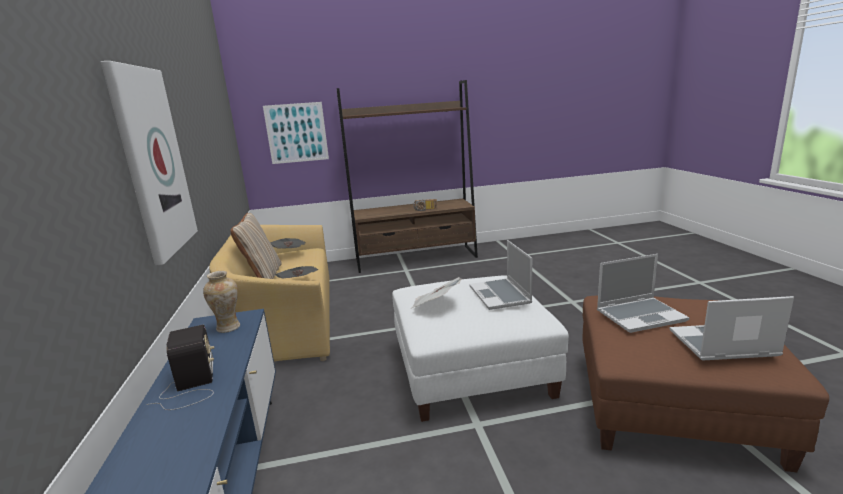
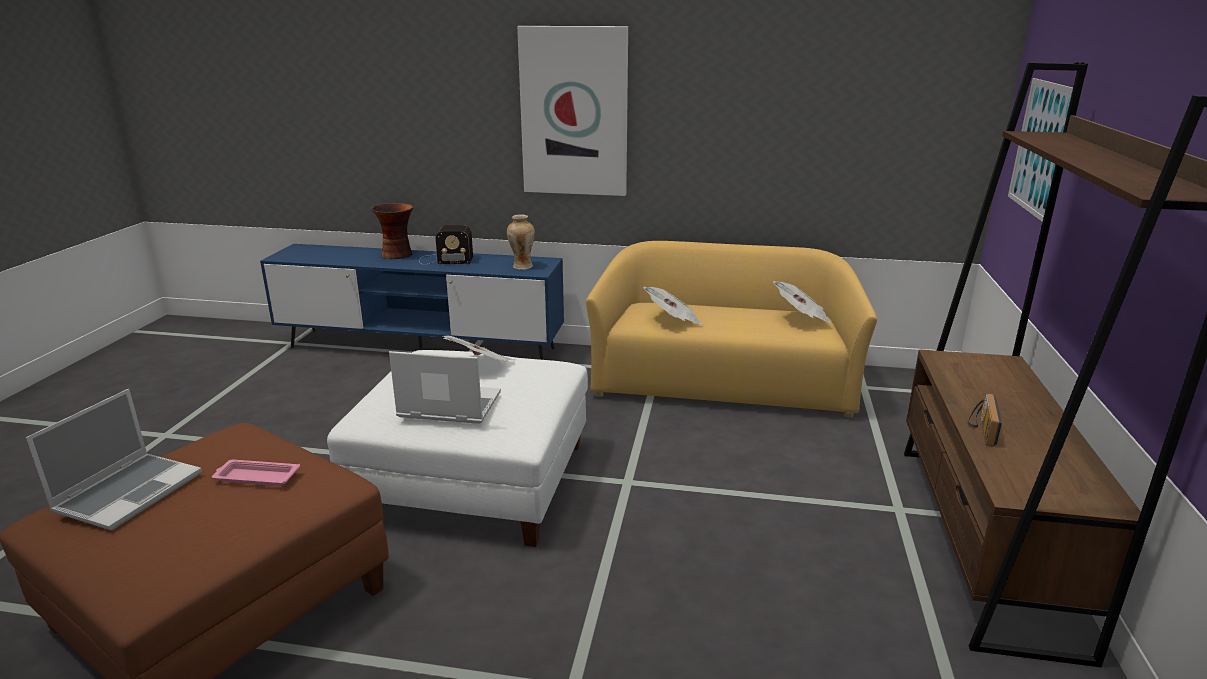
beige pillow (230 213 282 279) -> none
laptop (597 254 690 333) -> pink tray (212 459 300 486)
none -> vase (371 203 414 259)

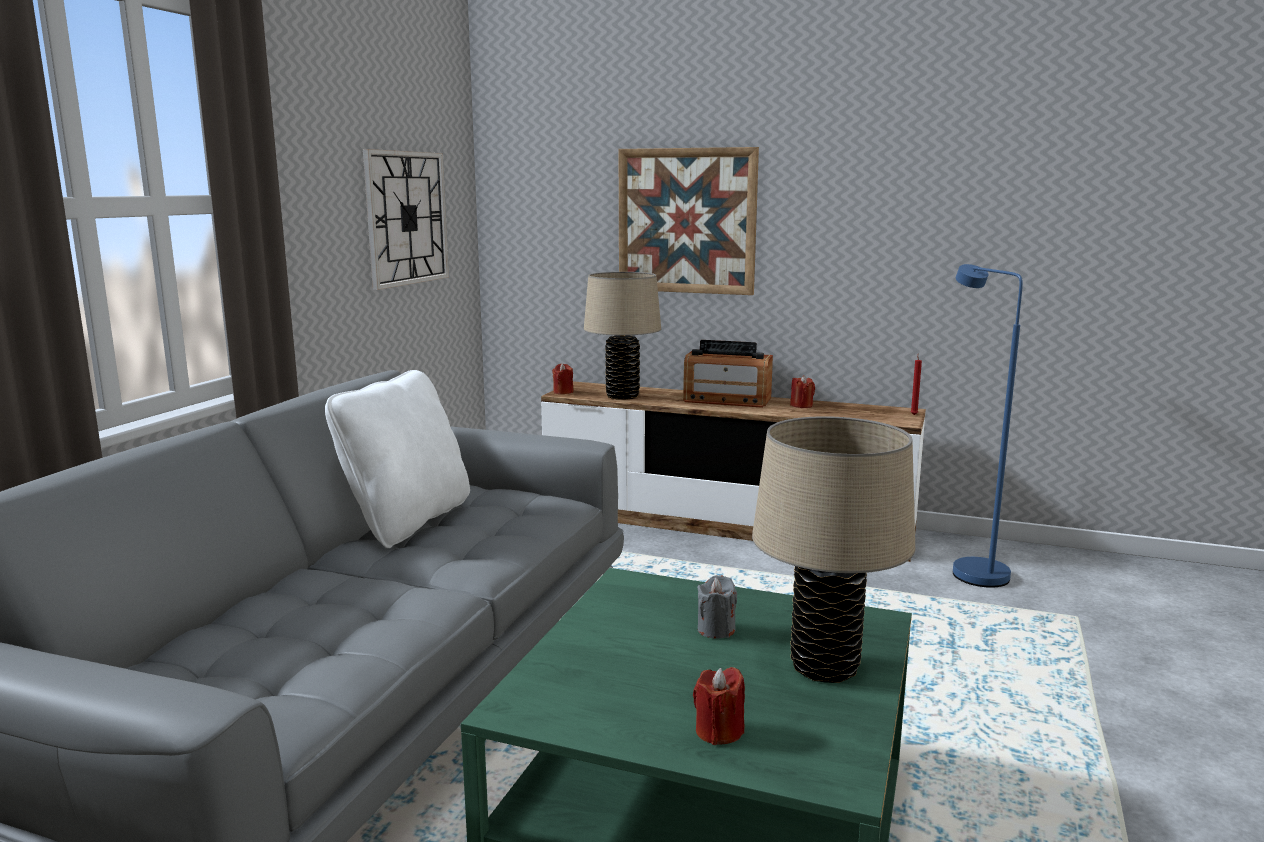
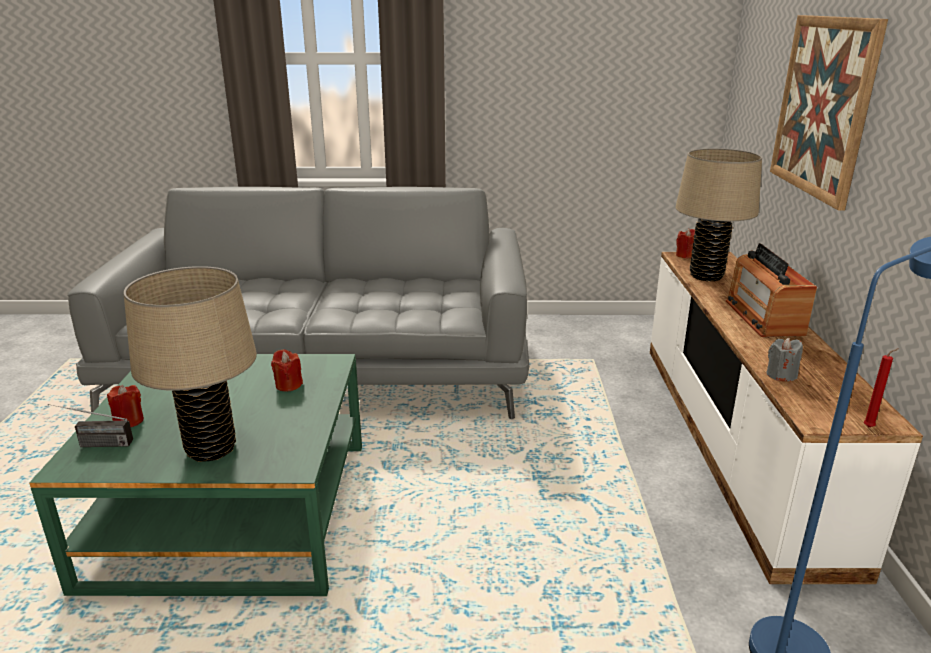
white pillow (325 370 470 548) -> none
wall clock (363 149 449 290) -> none
grey candle (697 575 737 638) -> grey candle (766 338 803 381), move
red candle (790 375 815 408) -> red candle (271 349 303 391), move
none -> radio (48 404 133 447)

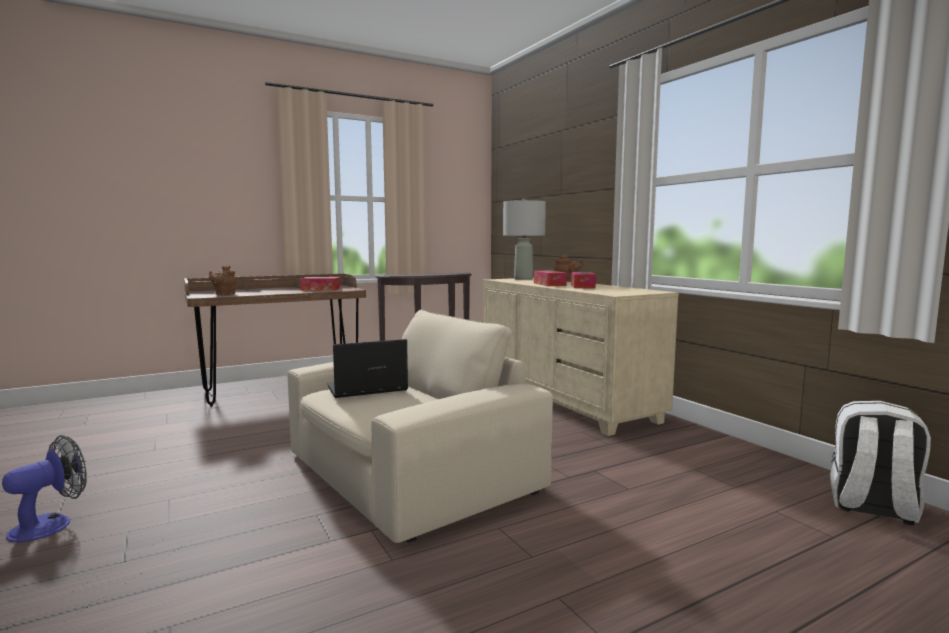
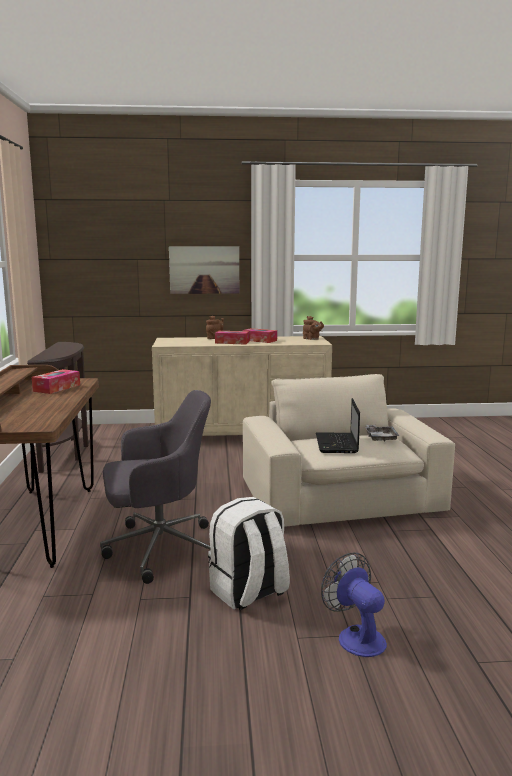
brown teapot (209 266 236 296) -> brown teapot (303 316 324 340), move
grey table lamp (503 198 546 280) -> none
white backpack (830 401 931 525) -> white backpack (208 497 290 610), move
none -> grey office chair (100 390 211 584)
none -> picture (169 246 239 294)
none -> grey tray (365 425 399 442)

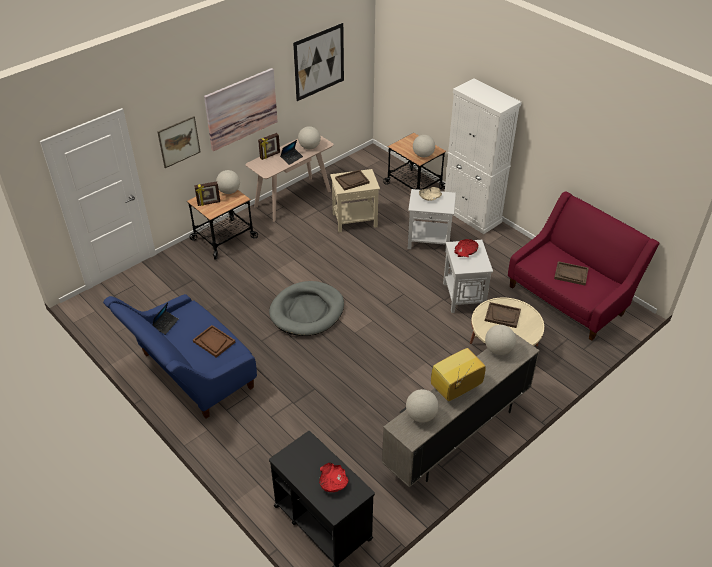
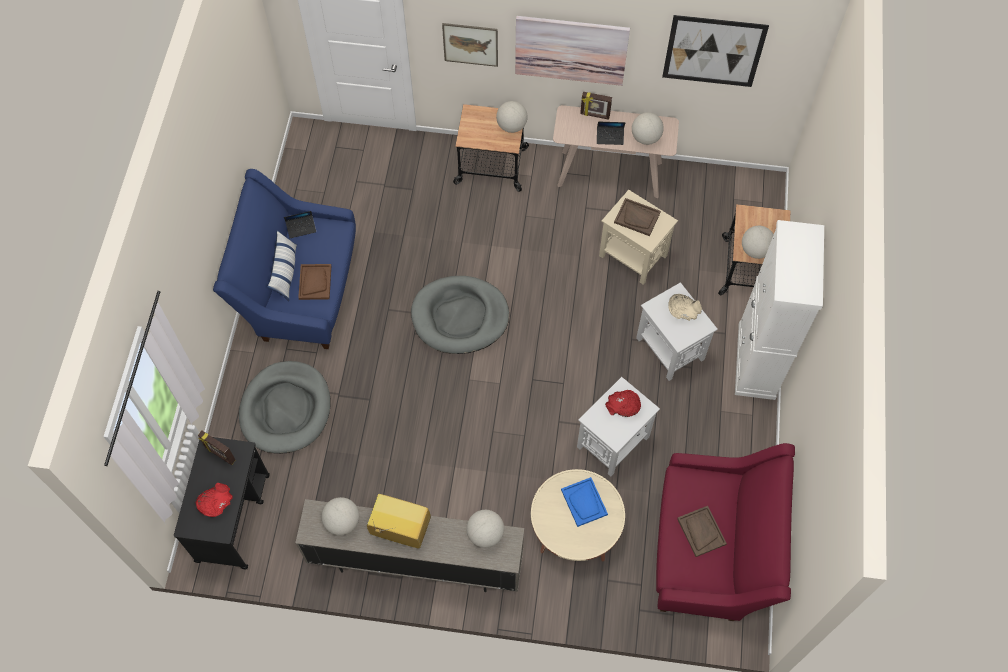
picture frame (194 181 220 206) -> picture frame (198 431 235 465), move
brown tray (485 302 521 328) -> blue tray (561 477 608 527)
none -> grey dog bed (239 361 331 454)
none -> pillow (267 230 297 301)

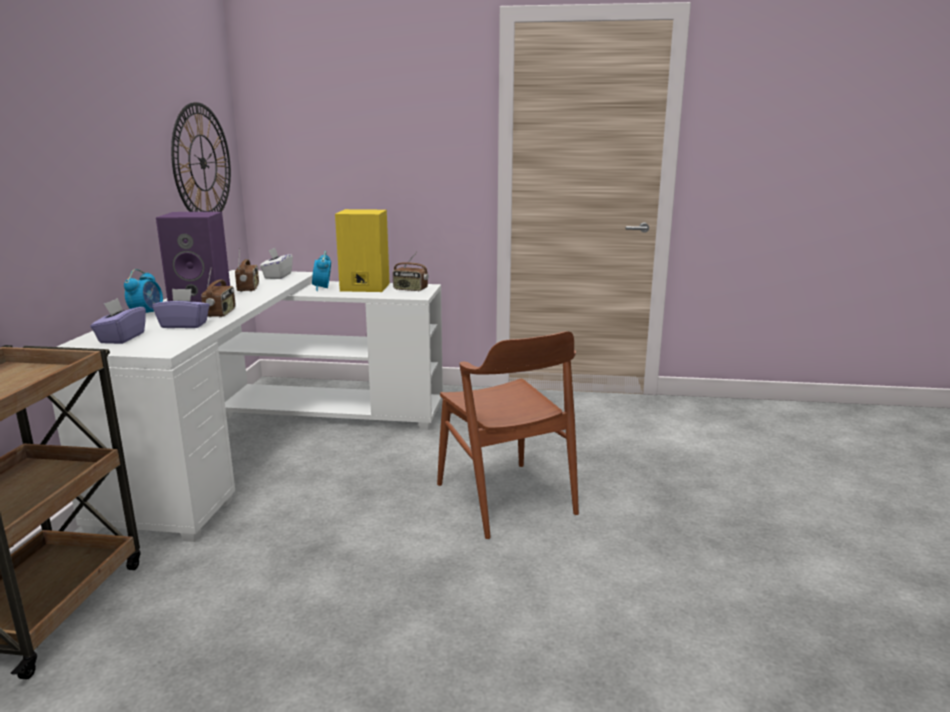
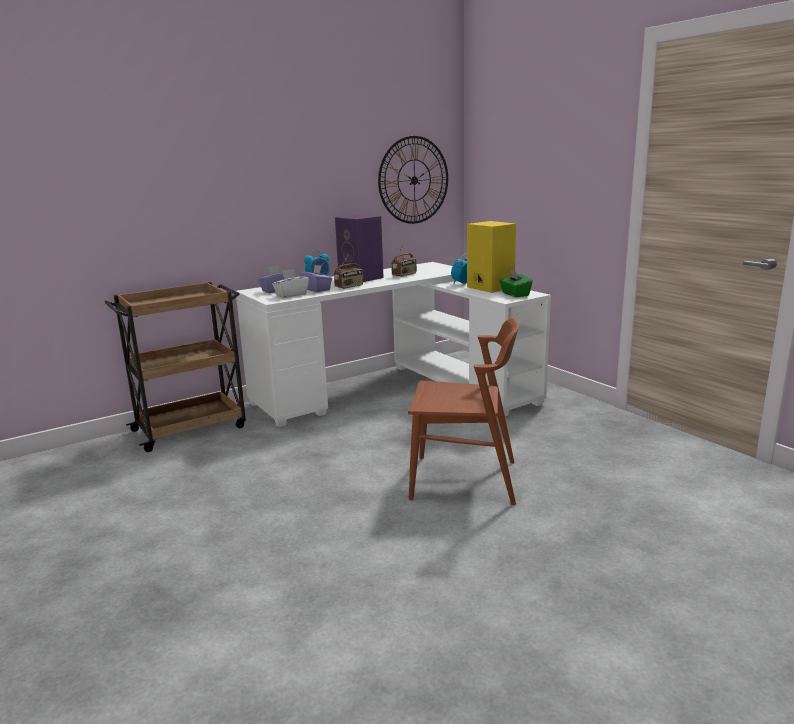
white tissue box (260 248 293 279) -> white tissue box (272 269 309 298), move
radio (393 252 429 292) -> green tissue box (500 270 532 297)
brown chair (437 331 579 539) -> brown chair (408 318 519 505), 105 degrees counterclockwise

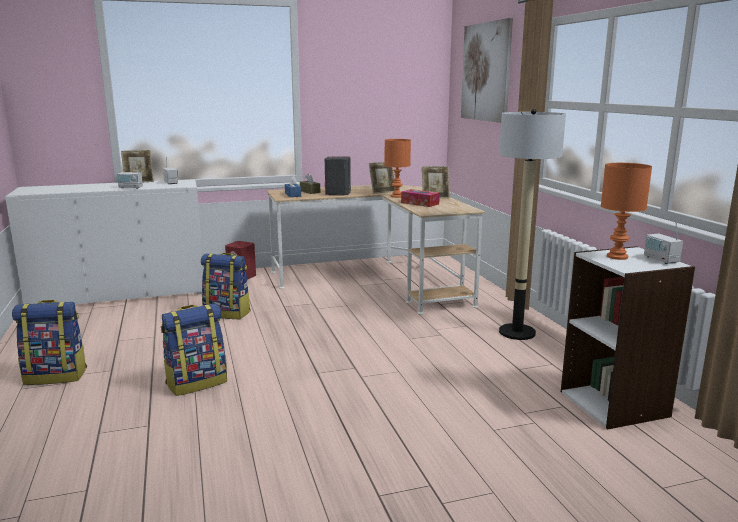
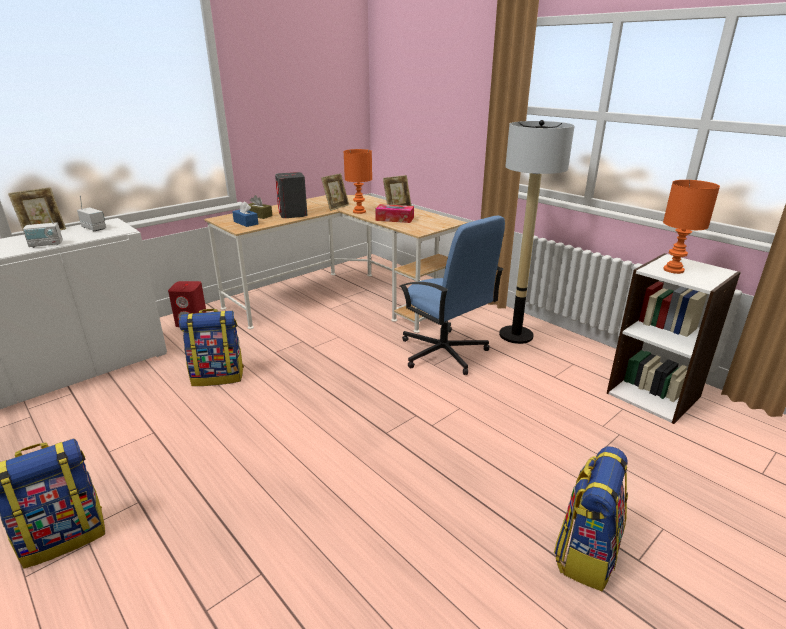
backpack (161 303 227 396) -> backpack (554 446 628 591), move
picture (461 18 513 123) -> none
radio (644 222 683 264) -> none
none -> blue office chair (399 215 505 375)

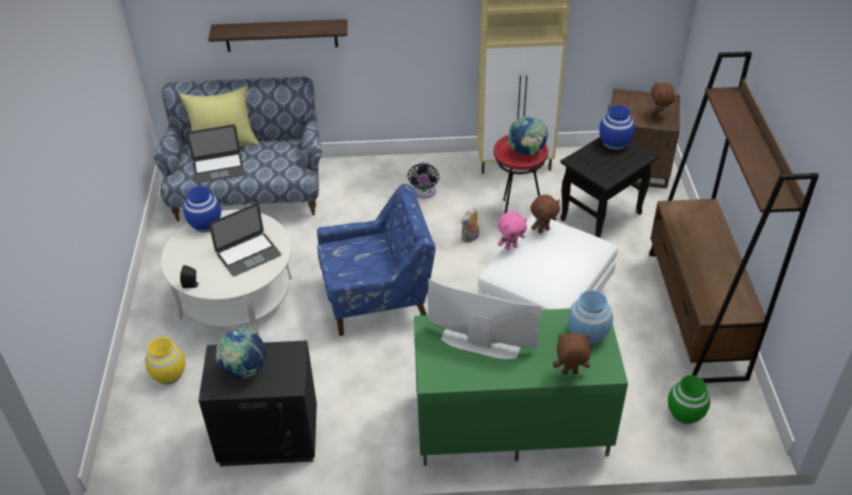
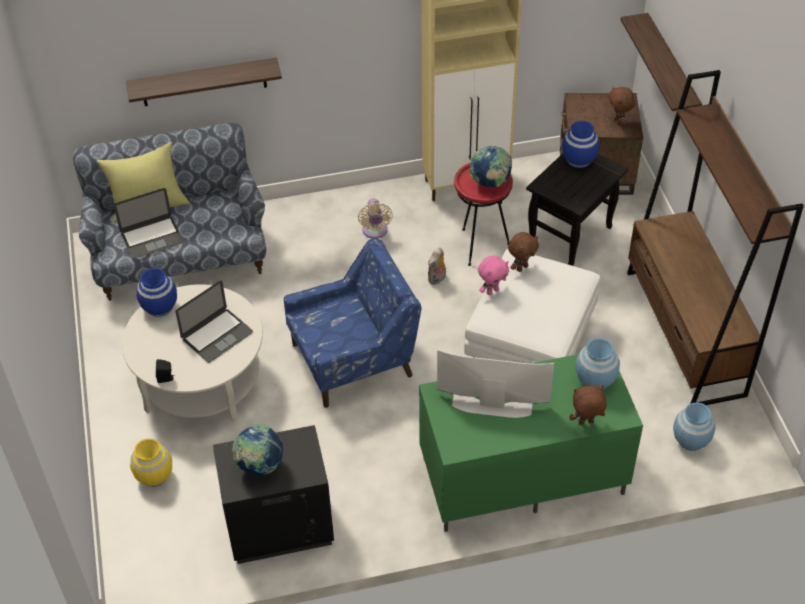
black fan (407 161 439 198) -> beige fan (358 198 393 238)
green vase (668 375 710 424) -> blue vase (673 403 715 451)
none -> shelf (620 13 702 111)

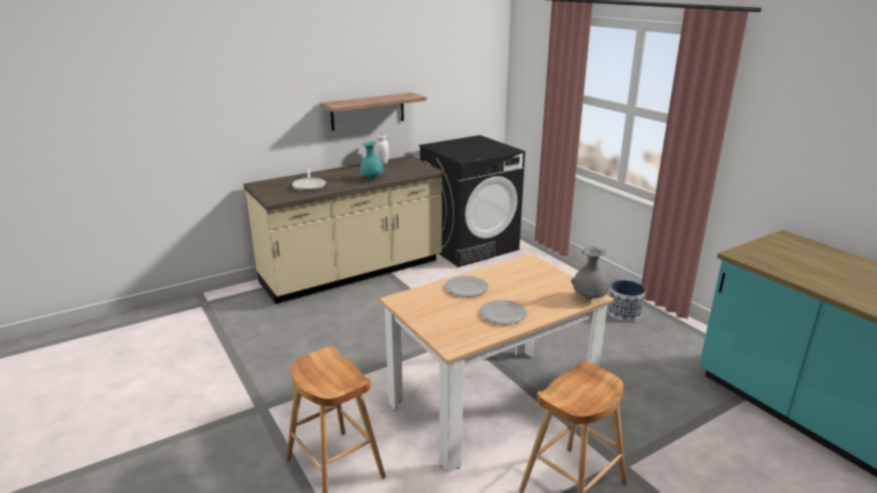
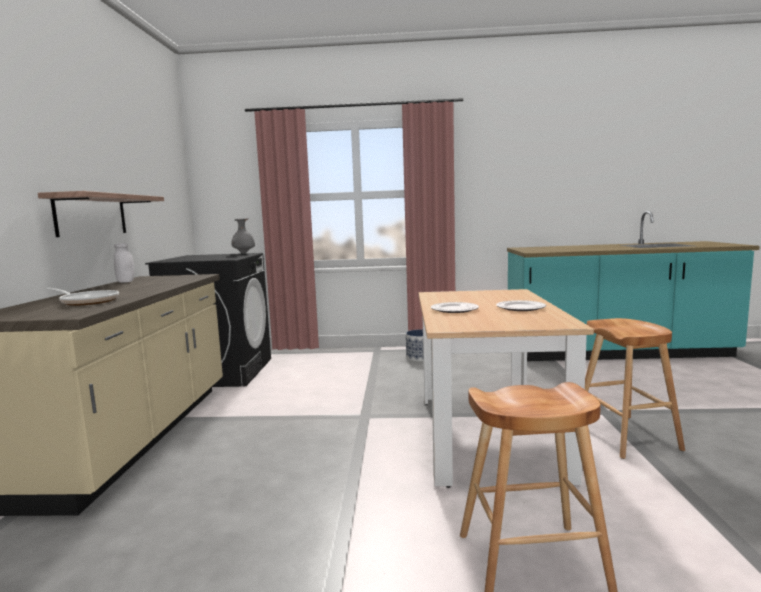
turquoise vase (360 141 384 180) -> none
grey vase (571 246 611 300) -> grey vase (231 218 255 254), move

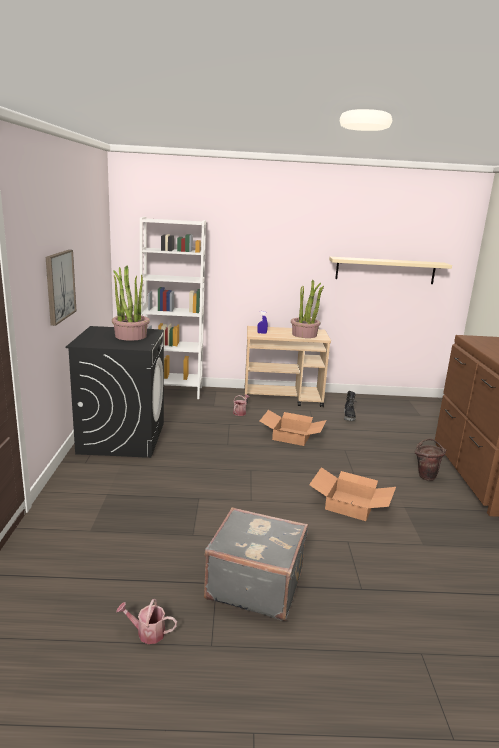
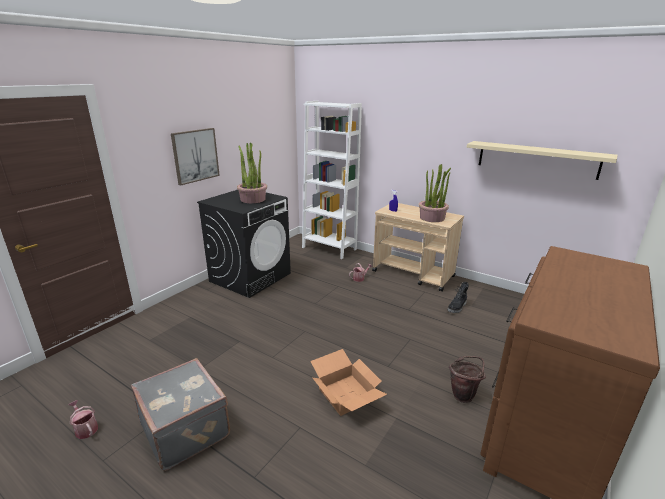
cardboard box (260 410 327 446) -> none

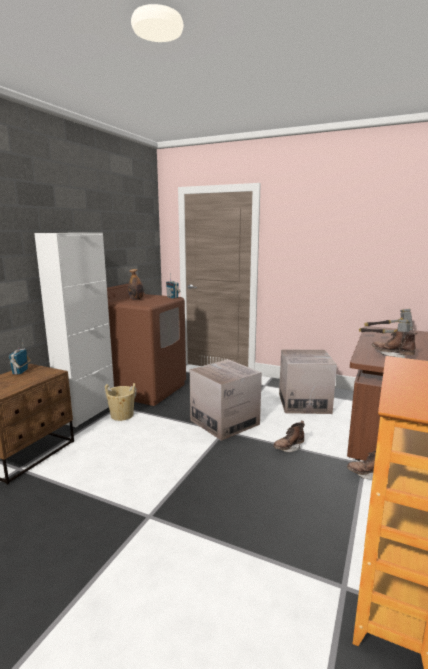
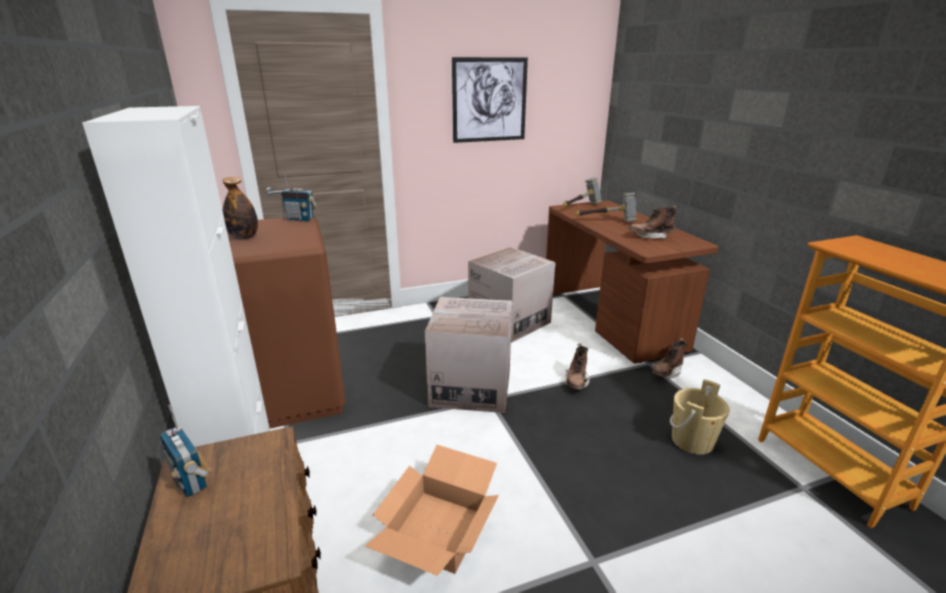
beige bucket (105 383 137 421) -> beige bucket (670 379 730 455), move
none -> cardboard box (365 445 499 576)
none -> picture (452 57 528 143)

